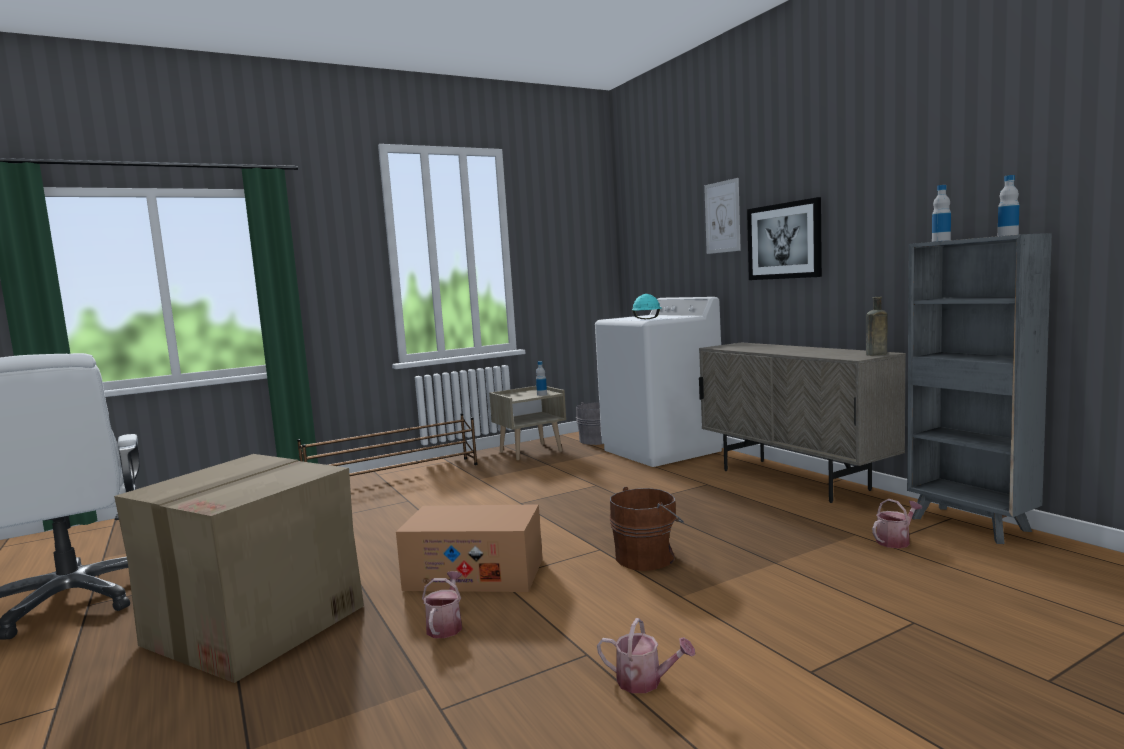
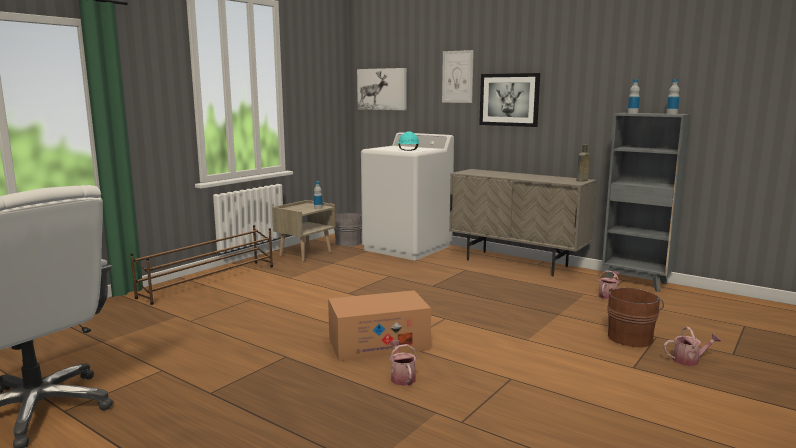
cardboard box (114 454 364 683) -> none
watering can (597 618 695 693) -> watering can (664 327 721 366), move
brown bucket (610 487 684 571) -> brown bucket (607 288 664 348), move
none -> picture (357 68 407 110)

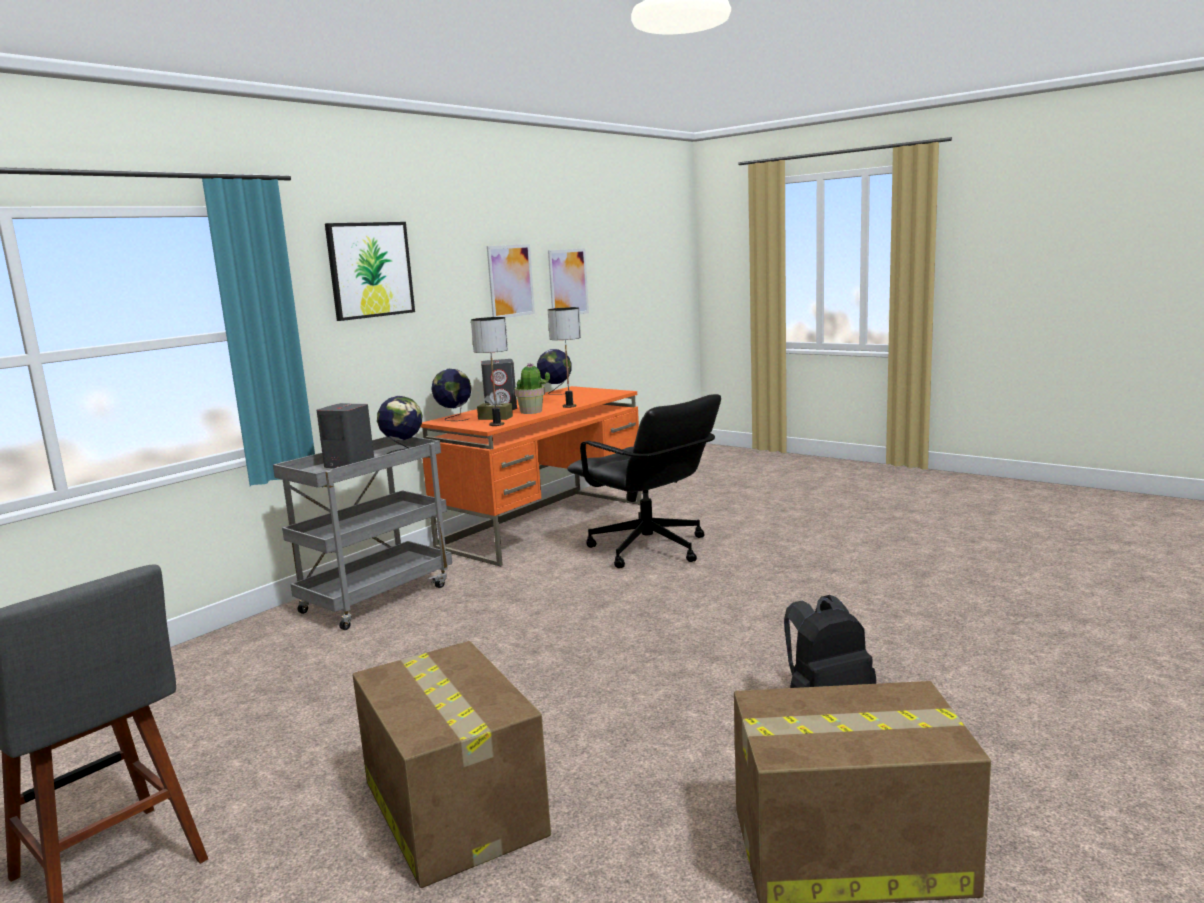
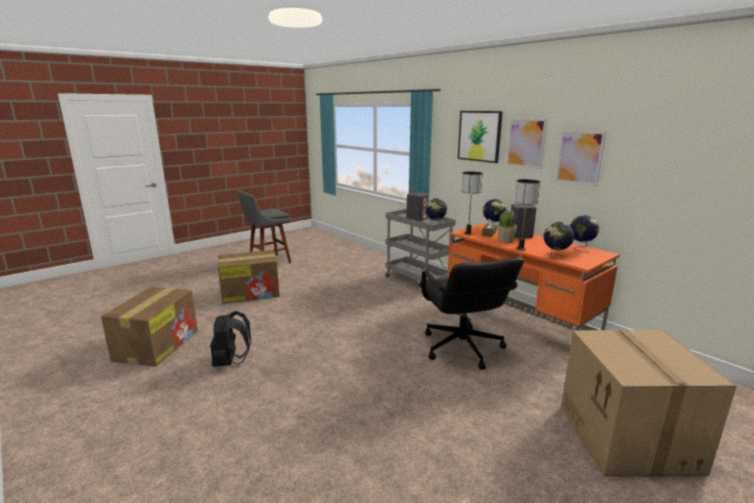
picture (548 248 589 314) -> picture (506 118 547 169), move
black office chair (567 394 721 568) -> black office chair (418 258 524 370), 75 degrees counterclockwise
none -> globe (543 222 574 259)
none -> cardboard box (561 330 737 476)

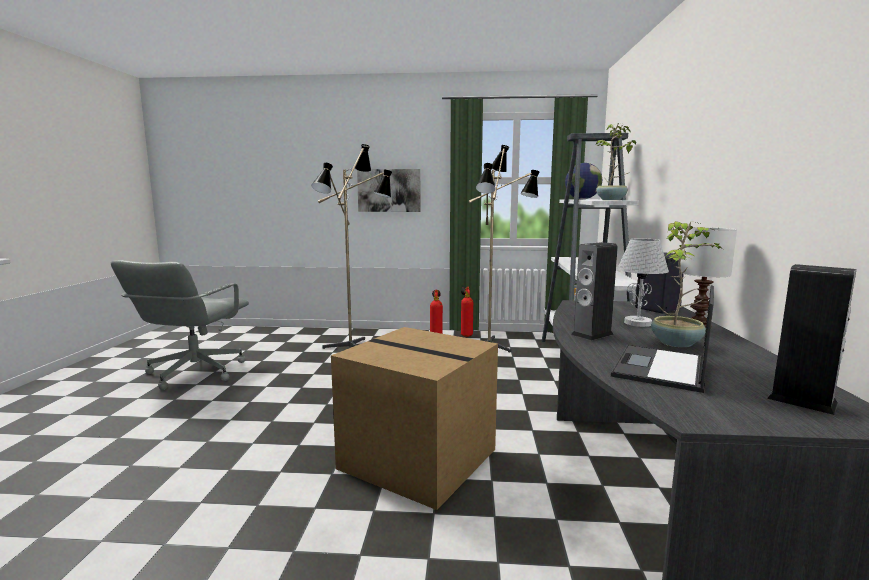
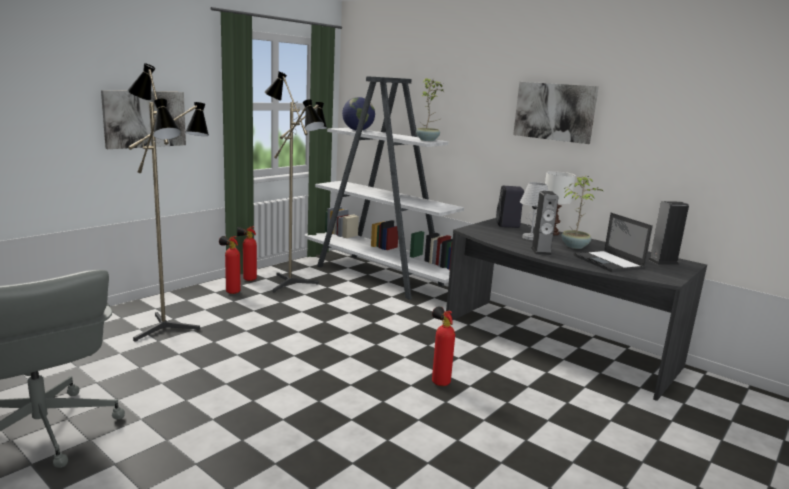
cardboard box (331 327 498 510) -> fire extinguisher (432 306 455 386)
none -> picture (513 82 599 144)

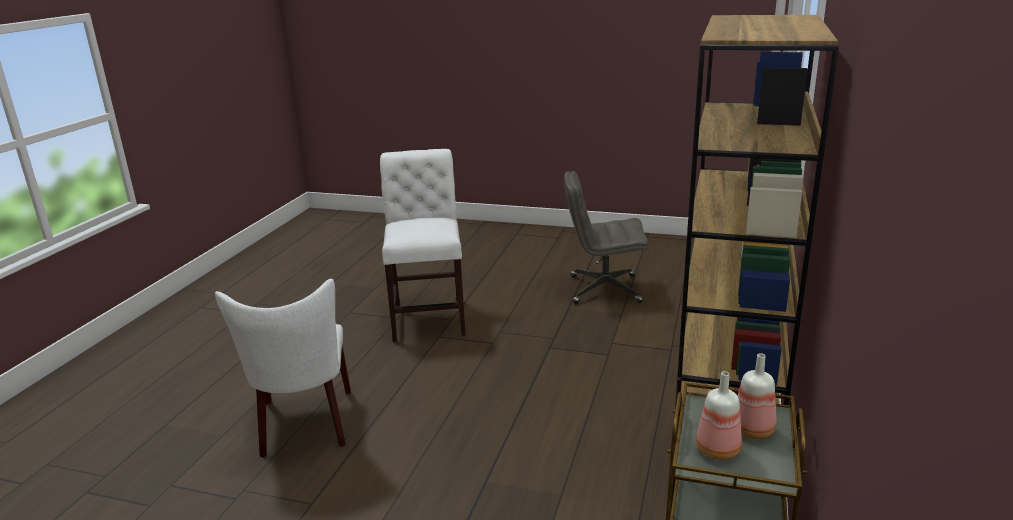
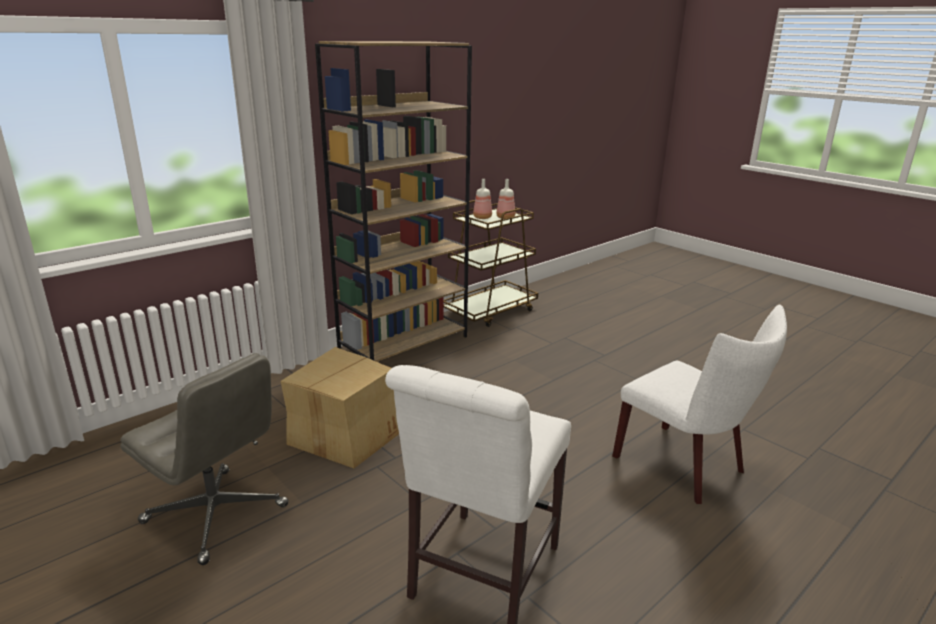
white chair (215 279 351 458) -> white chair (612 305 787 504), 120 degrees clockwise
none -> cardboard box (281 347 399 468)

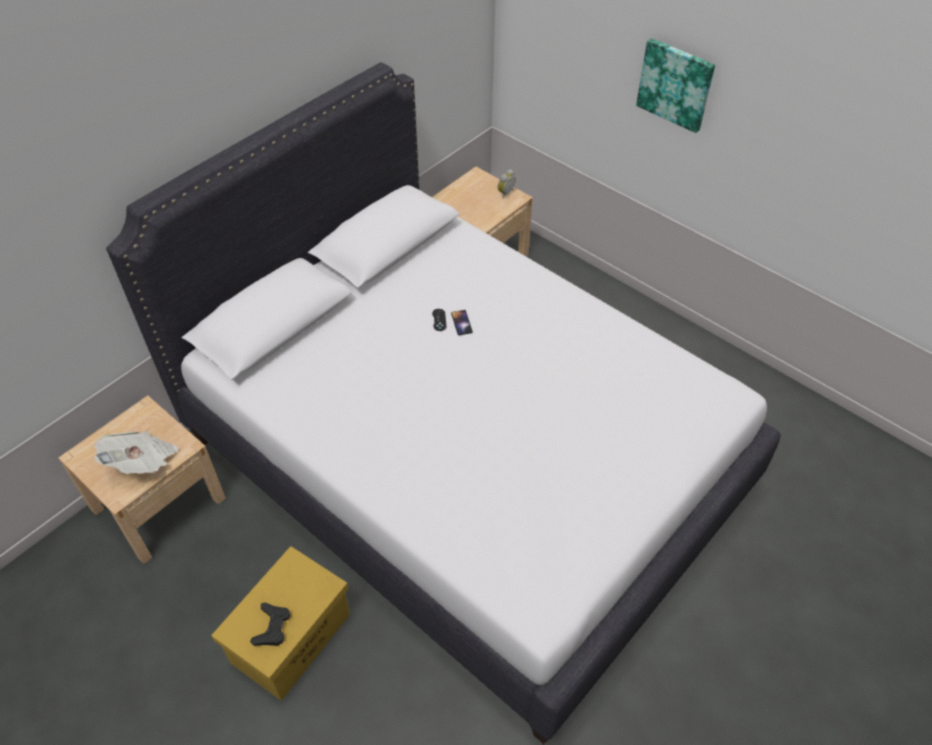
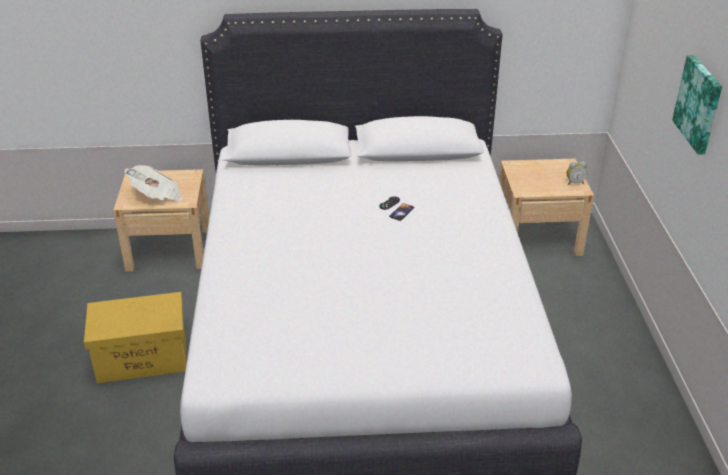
black game controller (250 602 291 646) -> none

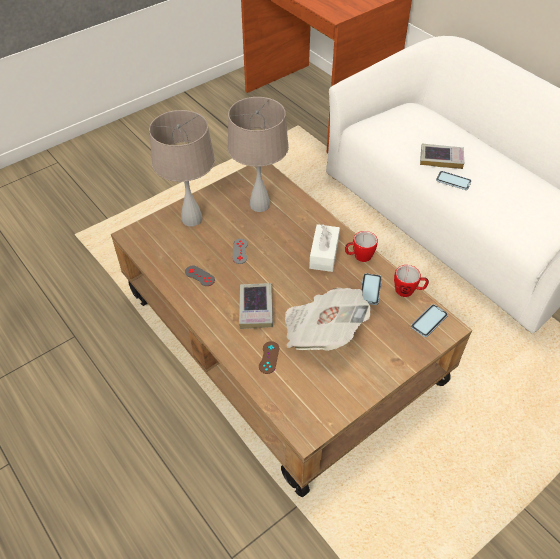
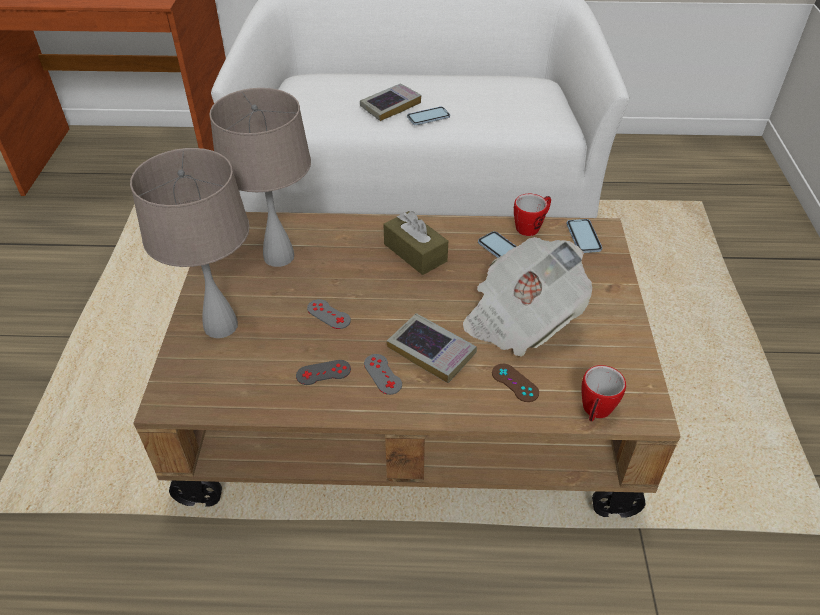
white tissue box (309 224 340 272) -> brown tissue box (384 211 448 275)
mug (345 231 378 262) -> mug (581 365 626 421), move
none -> grey game controller (364 354 402 395)

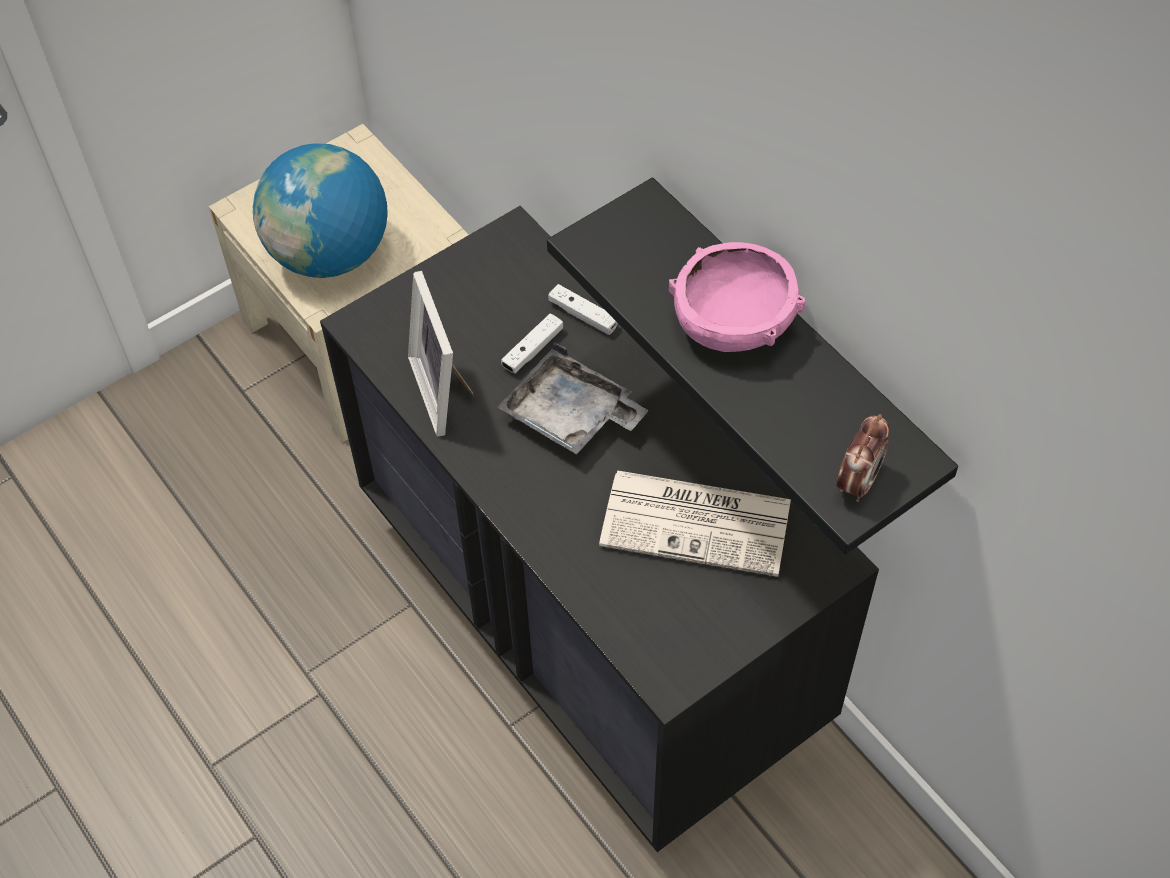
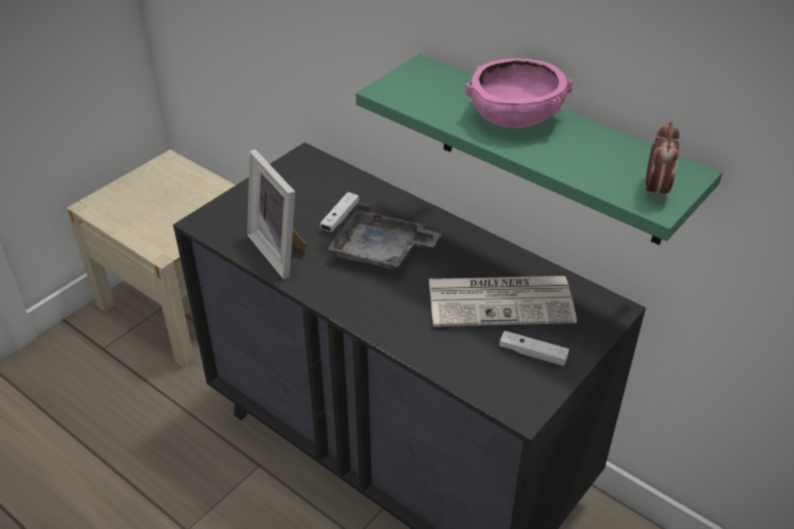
globe (253 143 388 278) -> none
black shelf (547 178 958 555) -> green shelf (356 54 723 245)
white game controller (548 284 618 335) -> white game controller (499 331 569 366), move

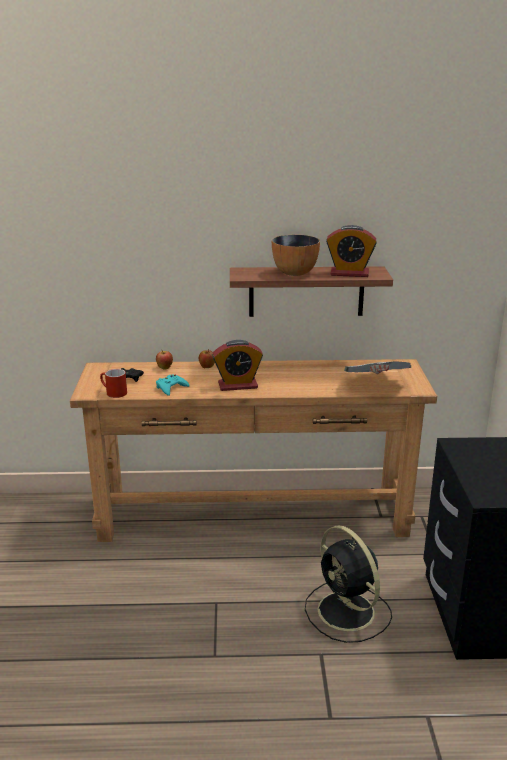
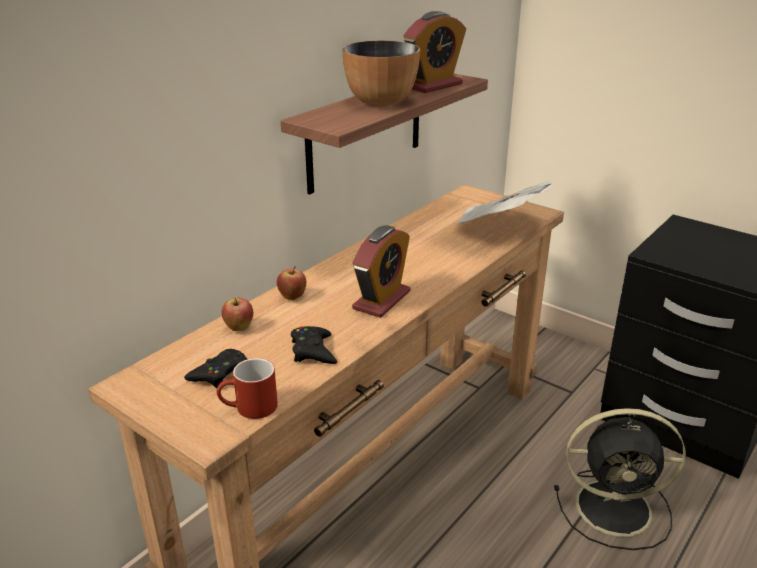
turquoise game controller (156 374 190 396) -> black game controller (291 326 337 364)

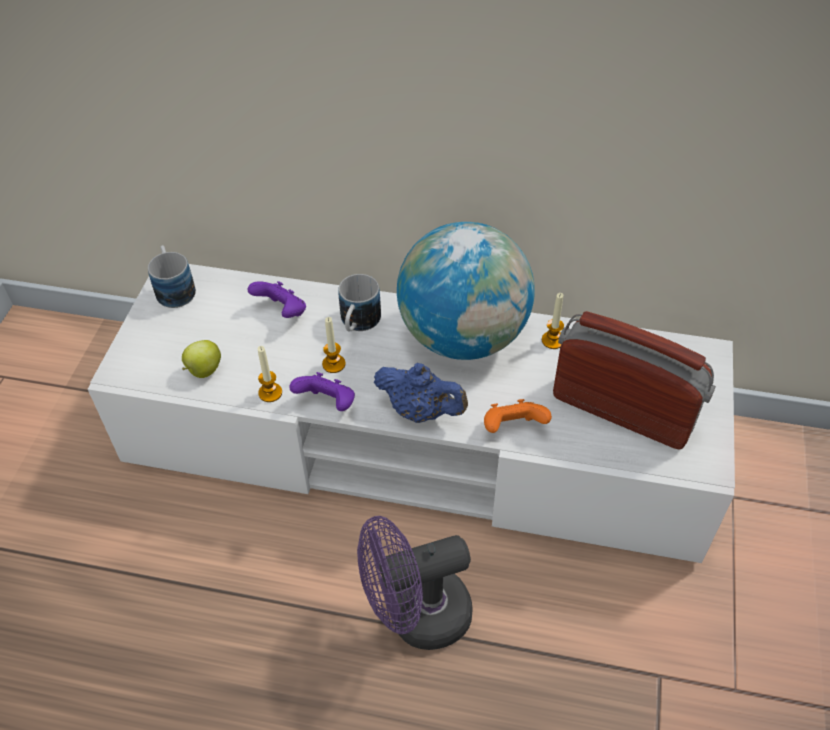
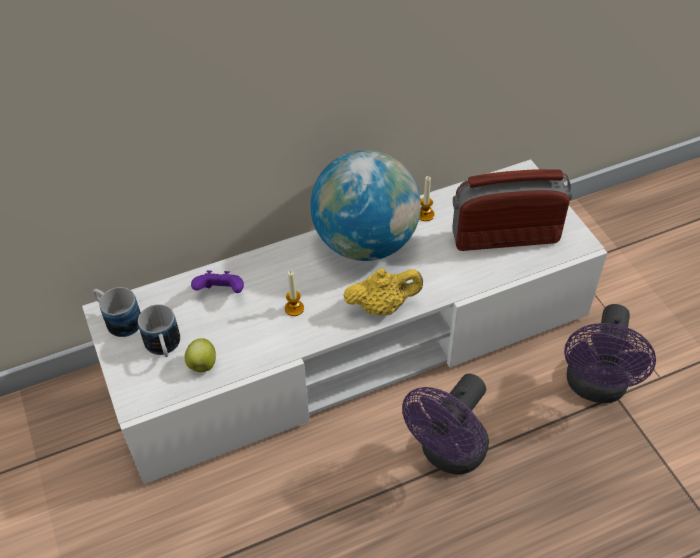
candle (258 346 282 402) -> none
purple game controller (289 372 355 411) -> none
mug (338 274 381 332) -> mug (138 304 180 357), move
blue teapot (374 363 468 423) -> yellow teapot (343 268 423 315)
orange game controller (484 399 552 433) -> none
none -> purple fan (564 304 656 403)

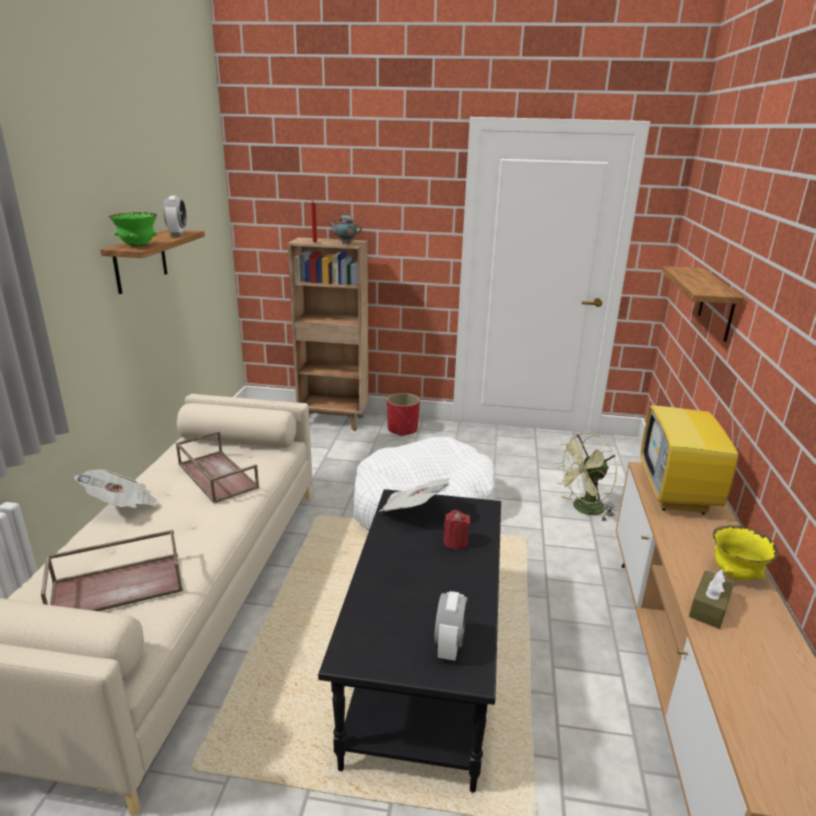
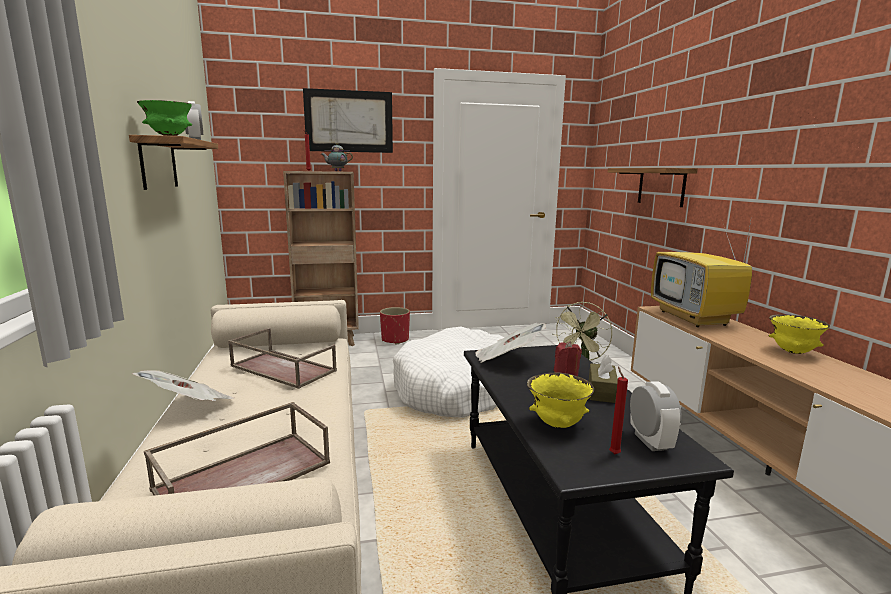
brown tissue box (689 569 735 629) -> brown tissue box (589 355 618 403), move
none -> picture (303 88 393 153)
none -> yellow bowl (527 372 594 428)
none -> red candle (609 366 628 454)

